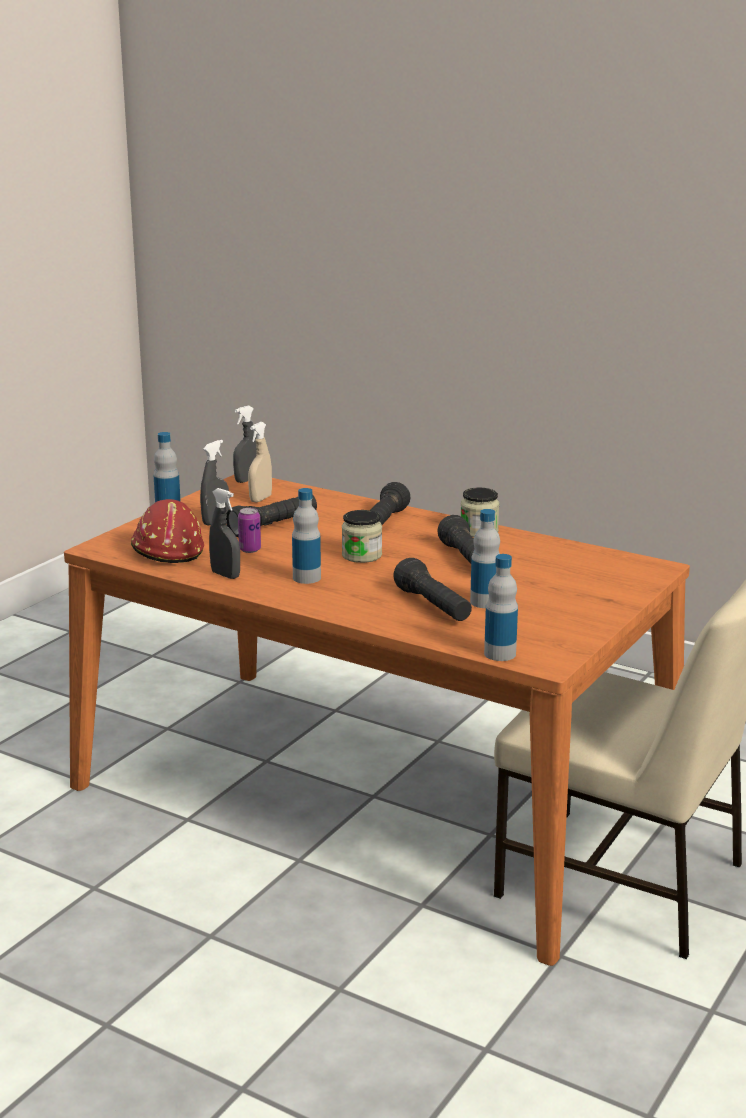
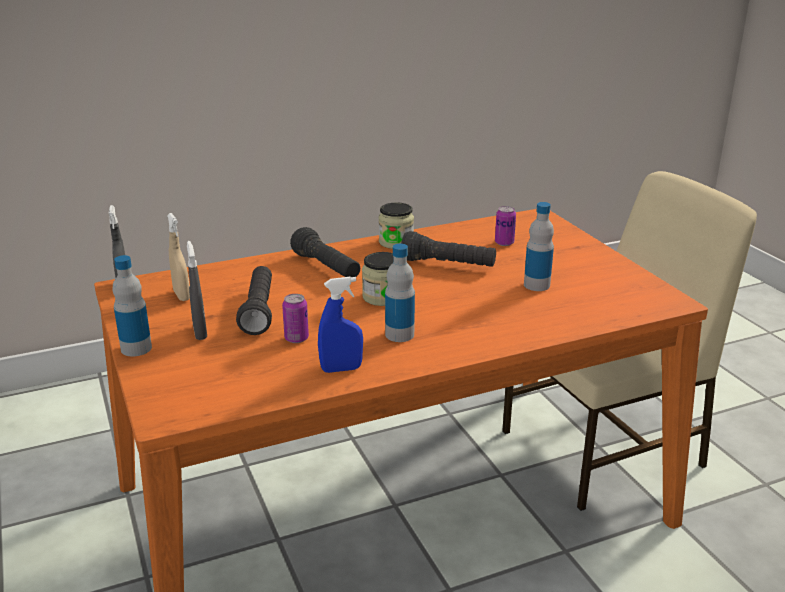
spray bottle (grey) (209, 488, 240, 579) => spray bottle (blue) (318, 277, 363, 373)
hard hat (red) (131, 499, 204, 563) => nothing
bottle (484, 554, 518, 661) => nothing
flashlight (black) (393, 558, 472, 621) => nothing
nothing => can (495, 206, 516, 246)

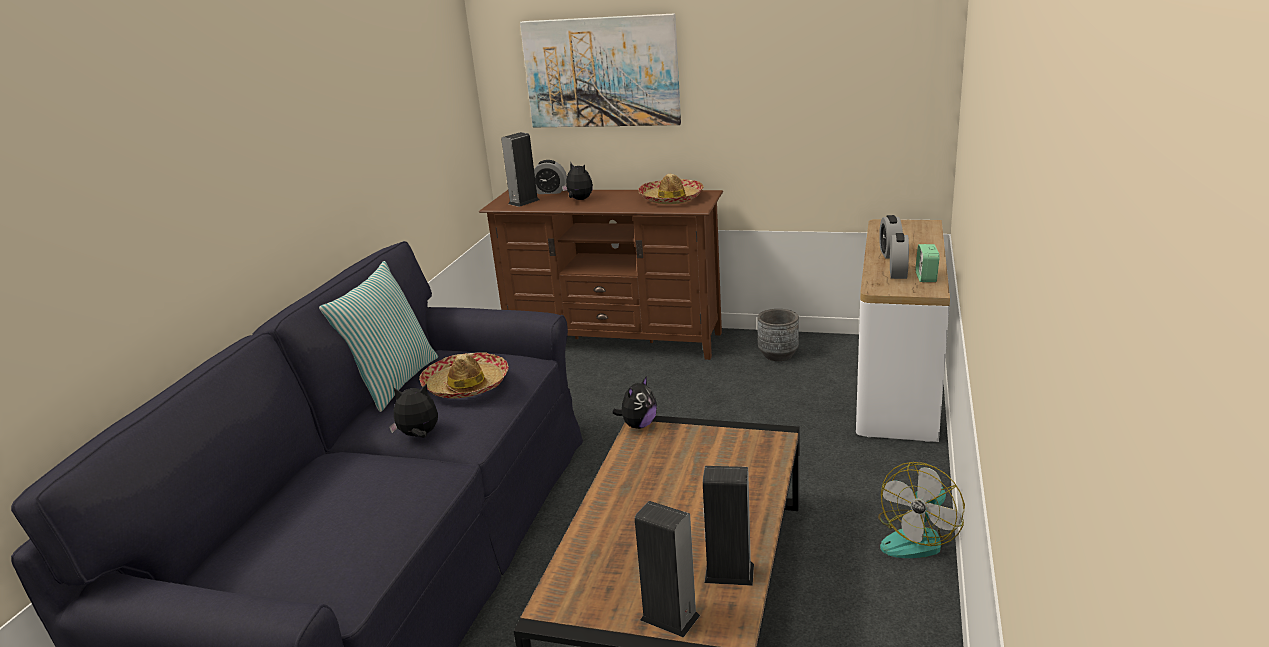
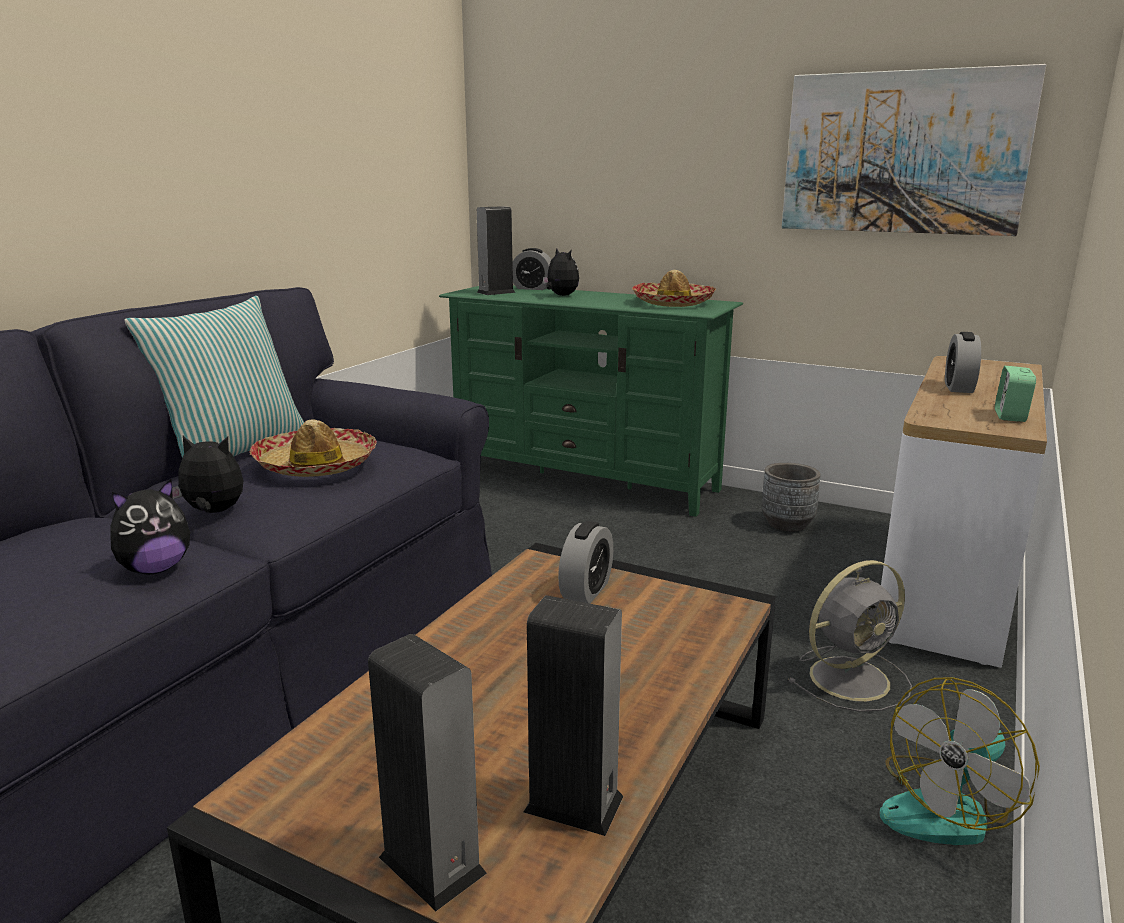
picture (520, 13, 681, 127) => picture (782, 64, 1046, 236), relocated
tv stand (brown) (479, 190, 723, 360) => tv stand (green) (439, 286, 743, 517)
alarm clock (890, 233, 909, 279) => alarm clock (558, 521, 613, 604), relocated
plush toy (612, 376, 657, 429) => plush toy (110, 479, 190, 575), relocated
nothing => fan (grey) (788, 560, 912, 712)

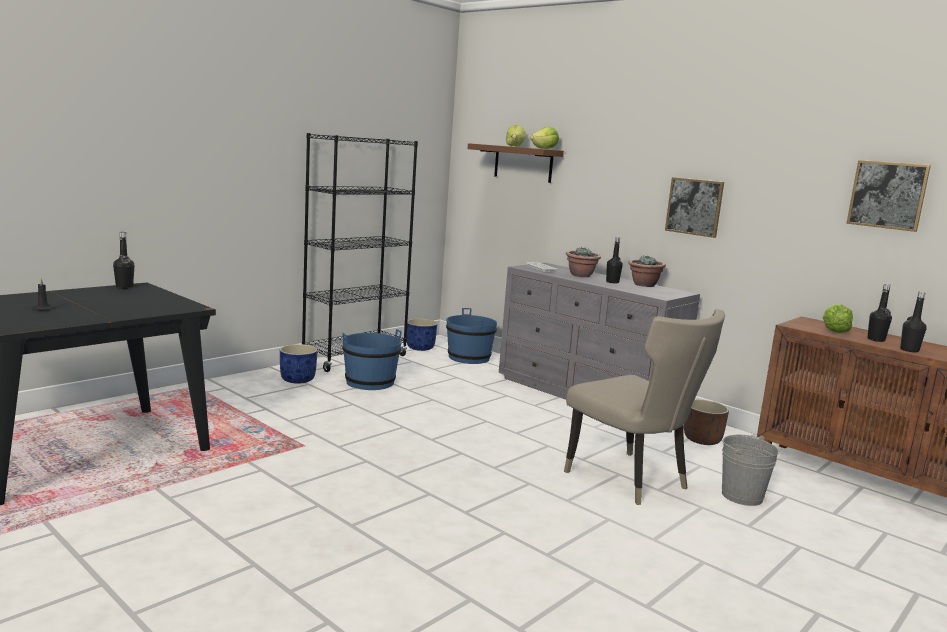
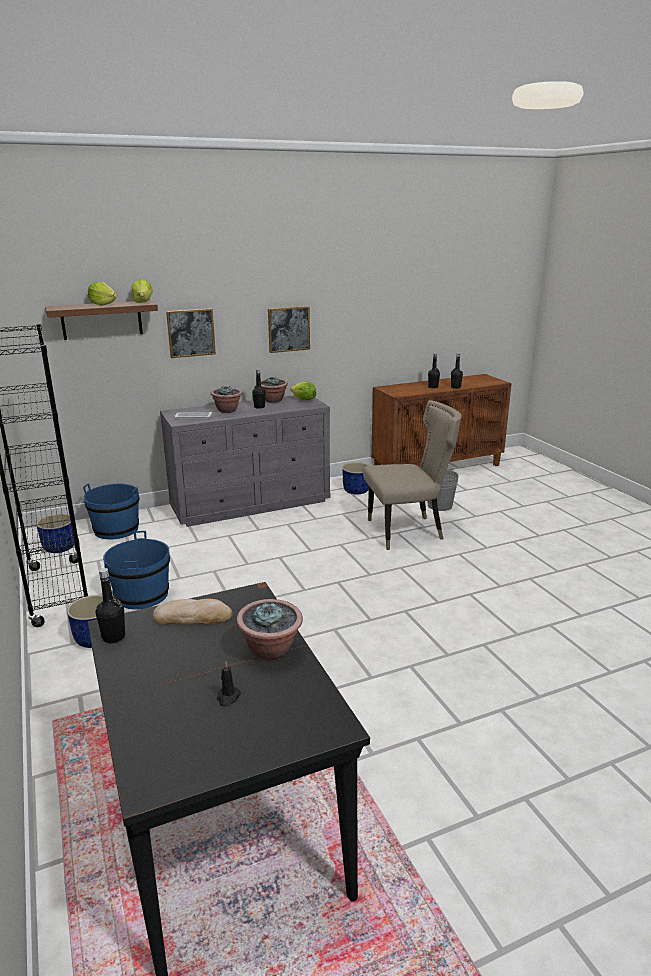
picture (847, 160, 931, 232) => picture (166, 308, 216, 358), relocated
lettuce (823, 304, 853, 333) => lettuce (290, 382, 316, 400), relocated
planter (brown) (684, 399, 729, 445) => planter (blue) (342, 462, 370, 494)
nothing => bread (153, 599, 232, 625)
nothing => potted plant (236, 599, 303, 661)

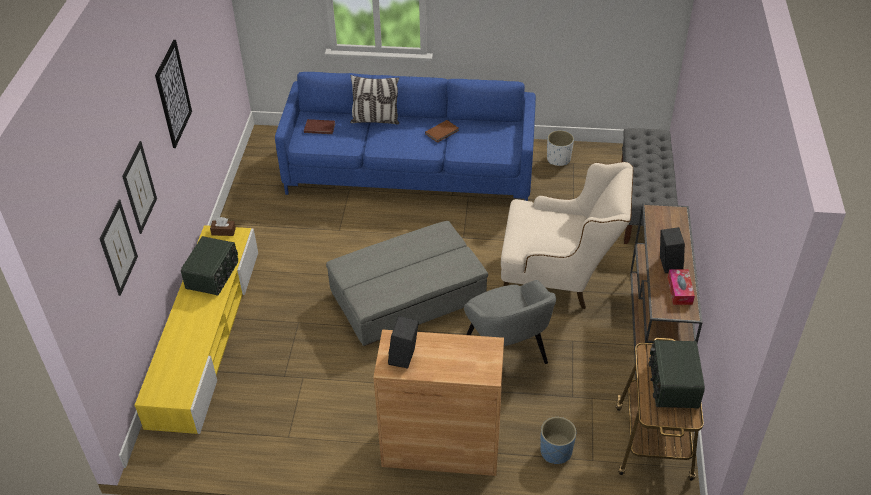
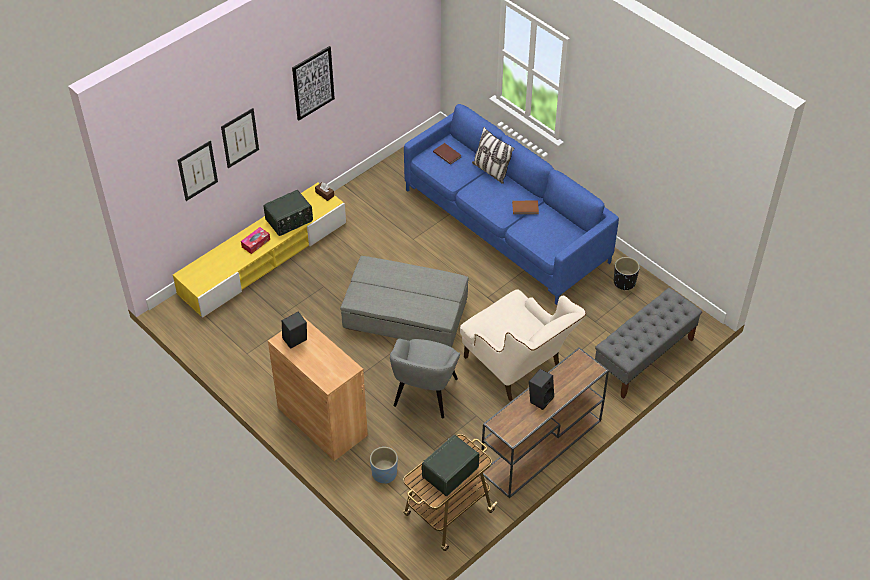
planter (white) (547, 130, 574, 166) => planter (black) (614, 257, 640, 291)
tissue box (668, 269, 695, 305) => tissue box (241, 227, 270, 254), relocated

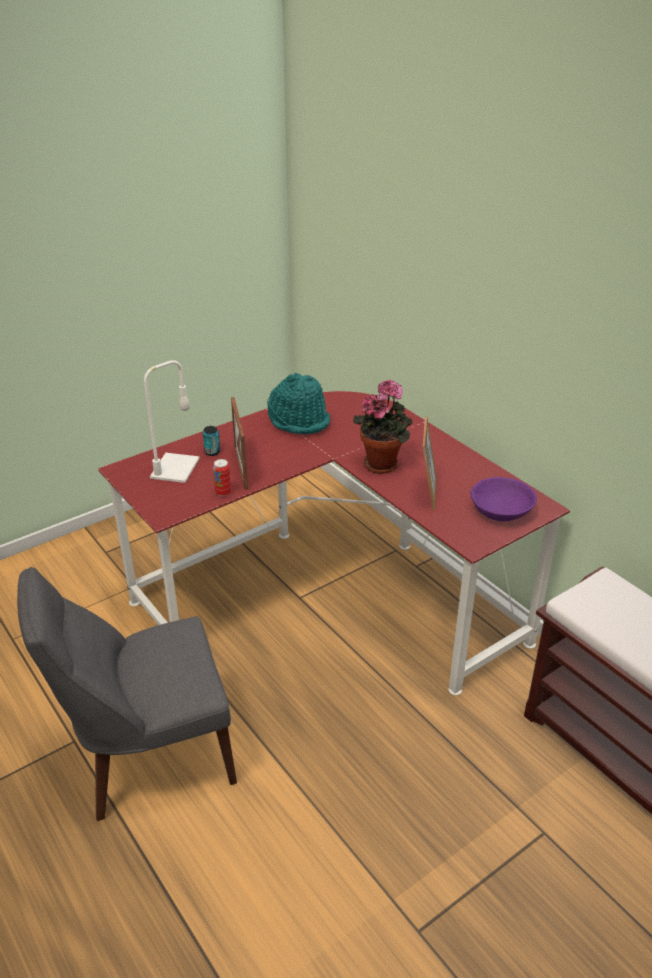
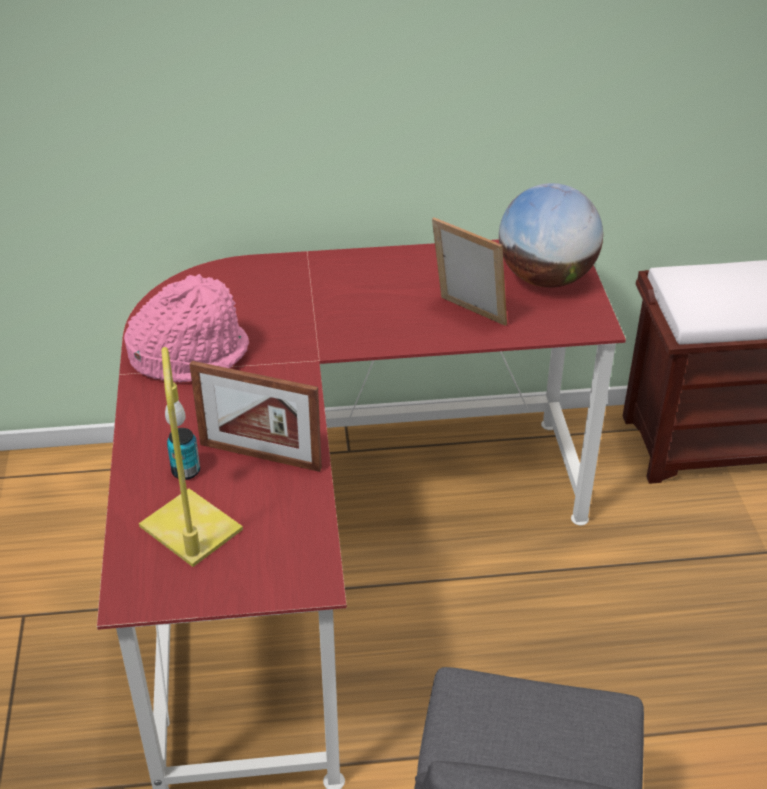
table lamp (white) (144, 360, 200, 483) => table lamp (yellow) (139, 347, 243, 567)
hat (turquoise) (267, 373, 330, 434) => hat (pink) (124, 274, 249, 382)
potted plant (353, 379, 412, 474) => nothing
can (213, 459, 231, 497) => nothing
bowl (purple) (470, 477, 537, 521) => globe (499, 183, 603, 288)

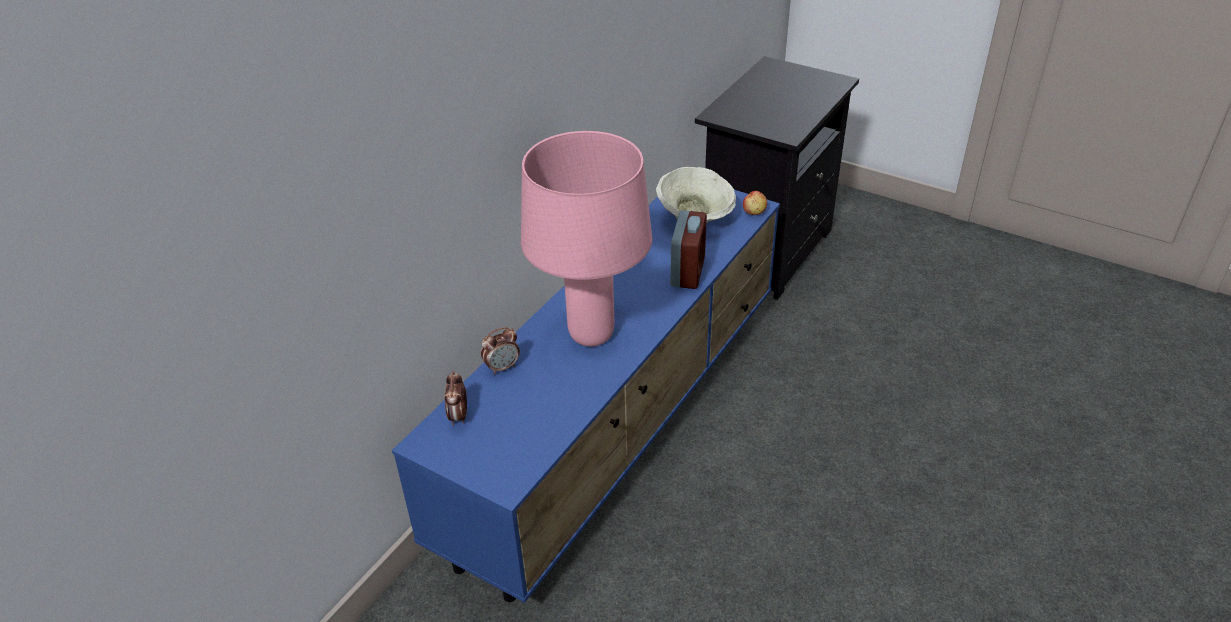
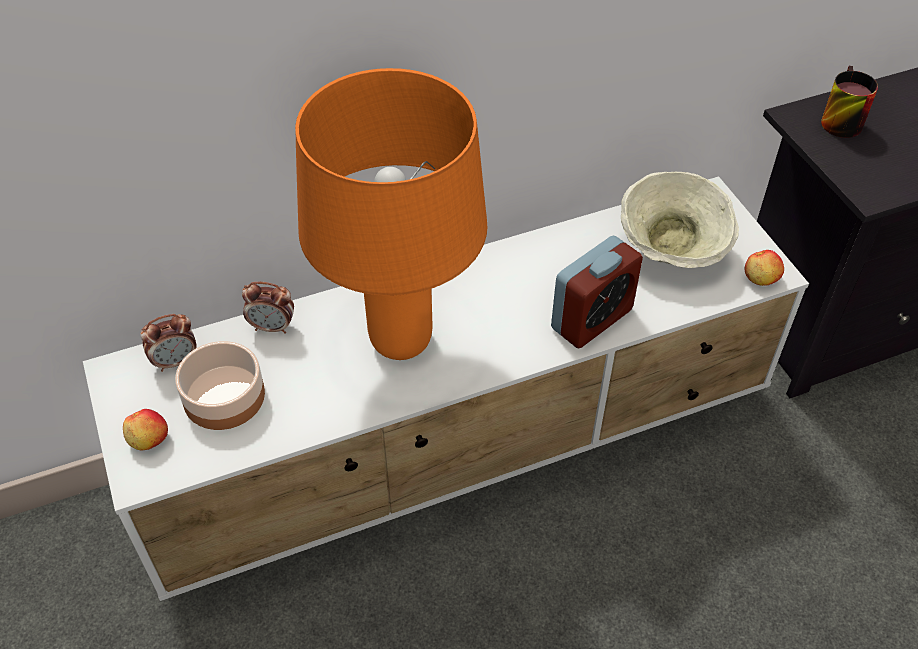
table lamp (pink) (521, 131, 652, 347) => table lamp (orange) (295, 68, 487, 360)
tv stand (blue) (392, 190, 780, 603) => tv stand (white) (83, 176, 809, 601)
alarm clock (445, 371, 467, 425) => alarm clock (140, 314, 196, 372), 150 degrees counterclockwise
nothing => mug (821, 66, 878, 138)
nothing => bowl (175, 341, 265, 430)
nothing => apple (123, 409, 168, 450)

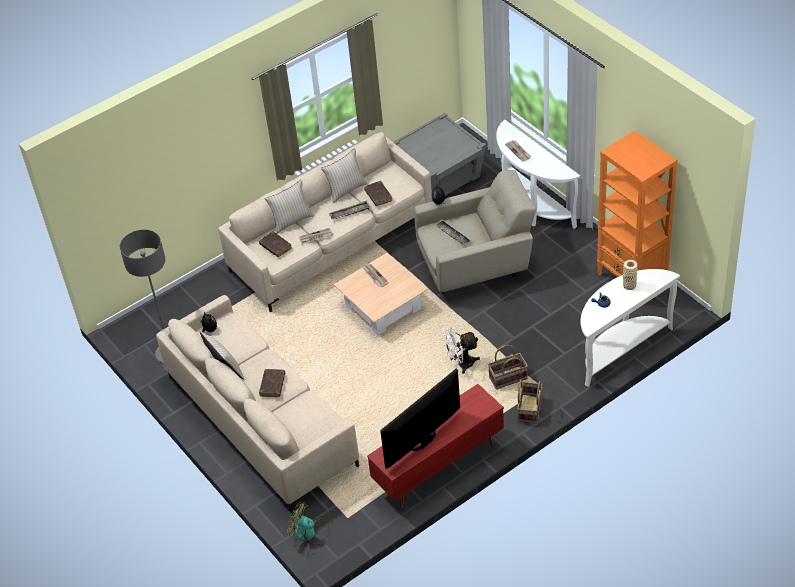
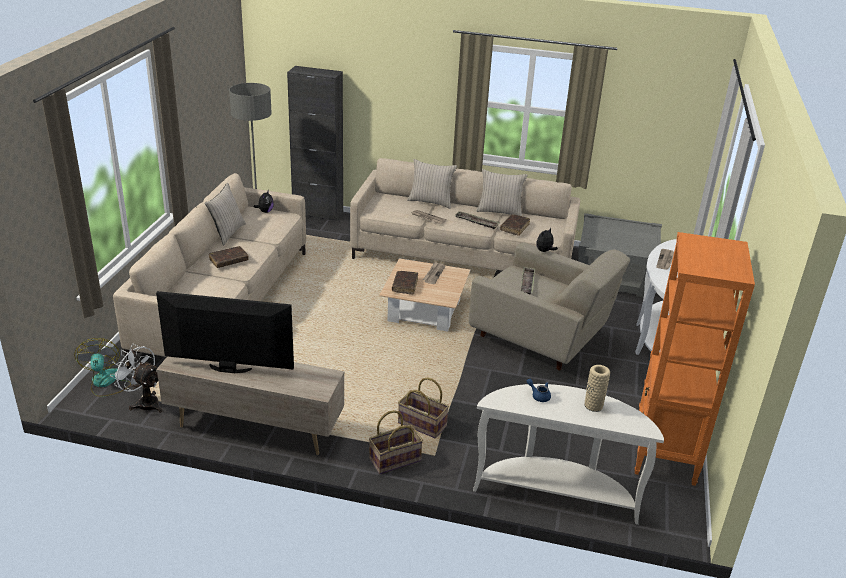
book (brown) (259, 231, 292, 257) => book (brown) (392, 271, 418, 294), relocated
fan (white) (443, 327, 480, 374) => fan (white) (110, 344, 162, 413), relocated
tv stand (red) (367, 384, 504, 508) => tv stand (beige) (156, 356, 344, 455)
nothing => cabinet (black) (287, 66, 343, 221)

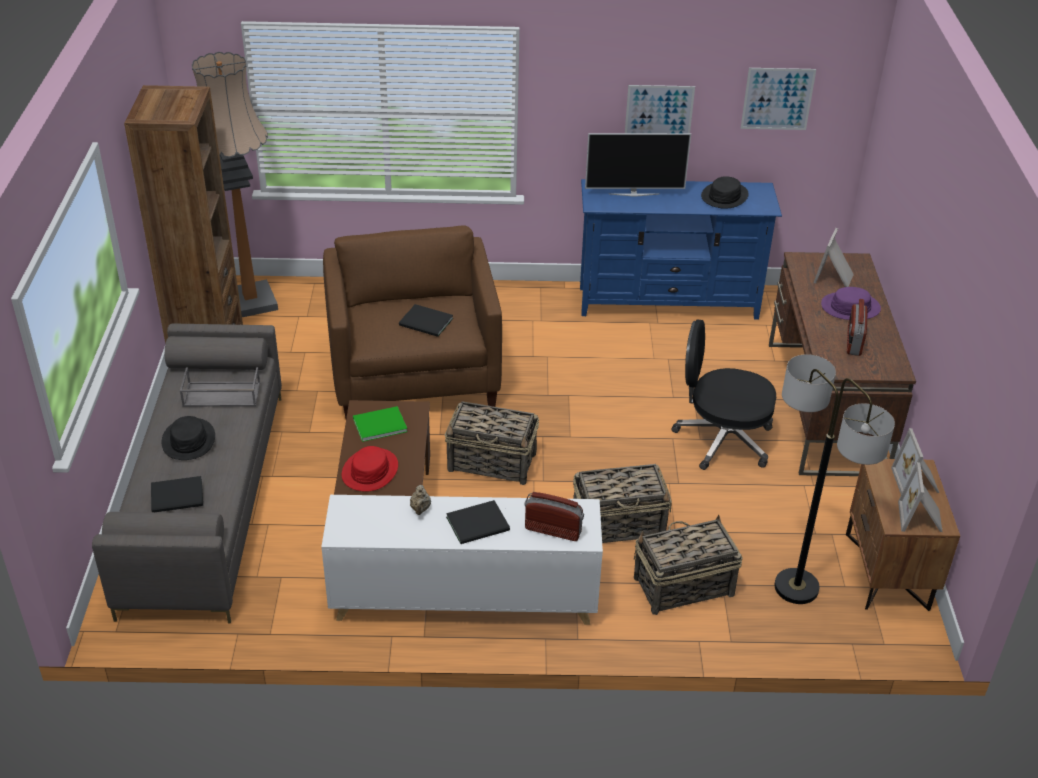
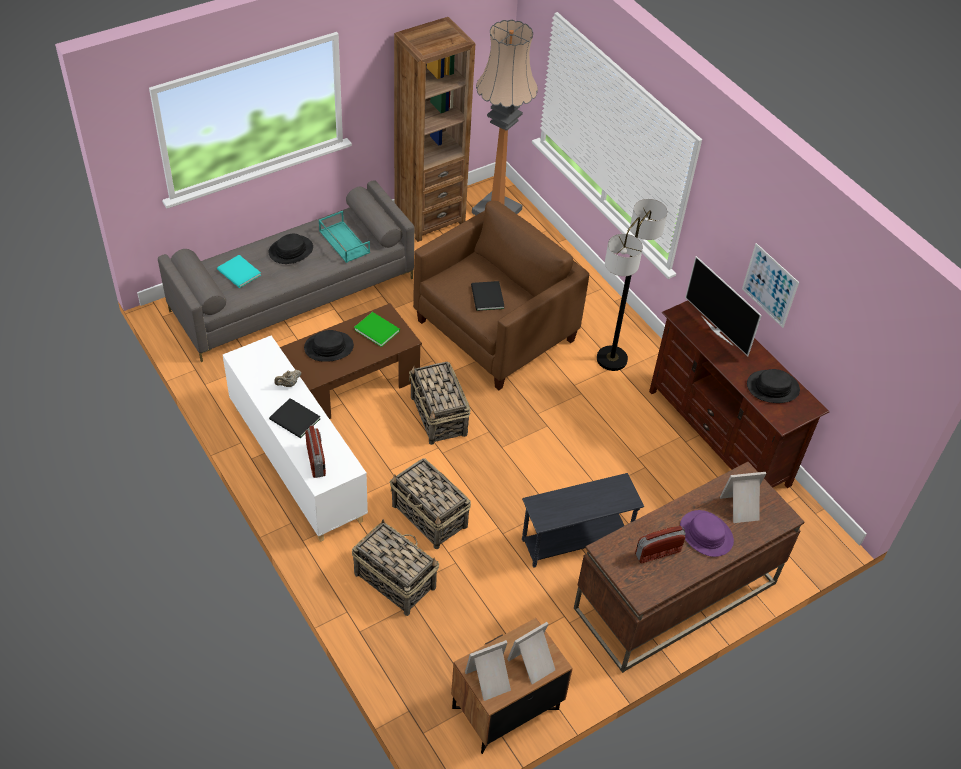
picture (741, 68, 816, 130) => nothing
tv stand (blue) (580, 179, 782, 320) => tv stand (brown) (649, 301, 829, 488)
office chair (black) (671, 320, 776, 470) => side table (grey) (522, 473, 644, 568)
floor lamp (774, 354, 895, 604) => floor lamp (597, 199, 668, 371), relocated
tray (grey) (180, 367, 260, 407) => tray (turquoise) (319, 211, 370, 263)
hat (red) (342, 446, 398, 492) => hat (black) (304, 330, 354, 362)
book (black) (151, 476, 203, 512) => book (turquoise) (217, 255, 261, 288)

